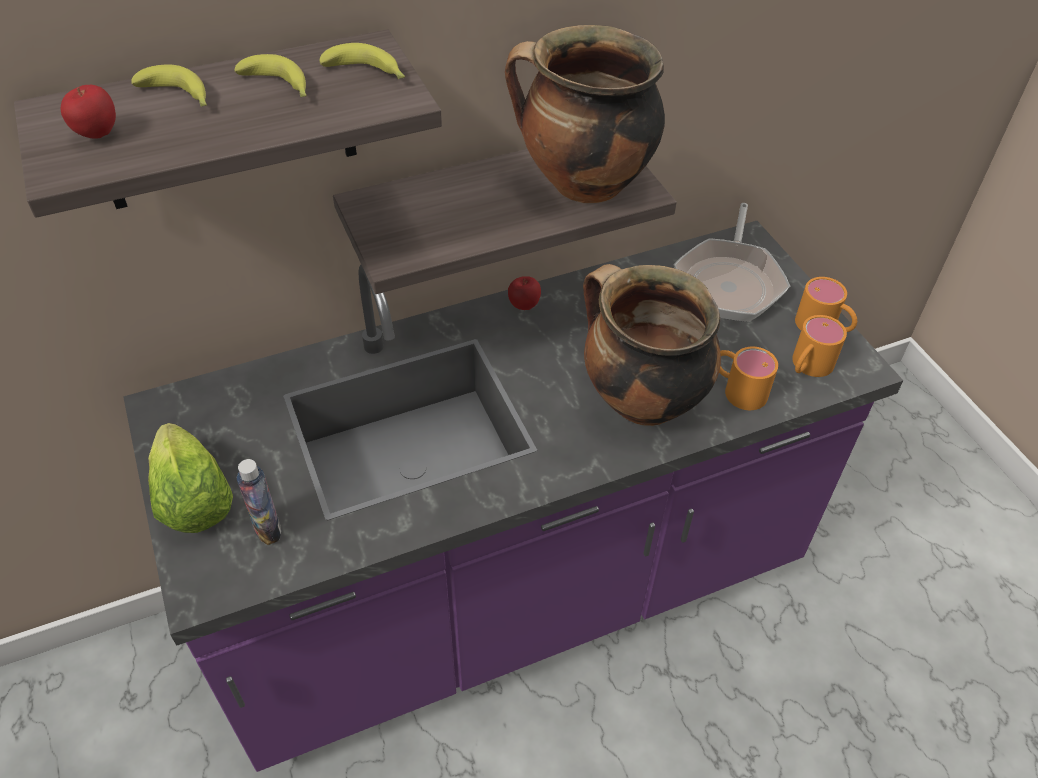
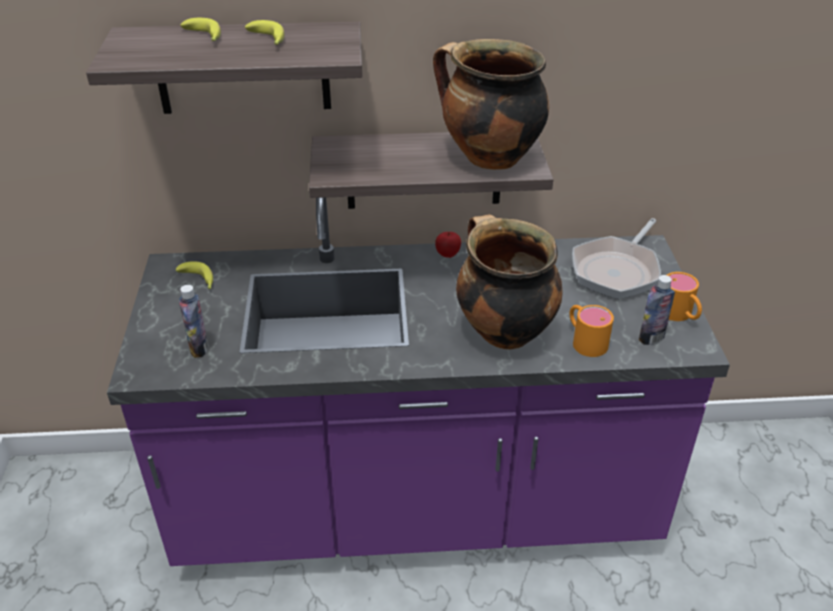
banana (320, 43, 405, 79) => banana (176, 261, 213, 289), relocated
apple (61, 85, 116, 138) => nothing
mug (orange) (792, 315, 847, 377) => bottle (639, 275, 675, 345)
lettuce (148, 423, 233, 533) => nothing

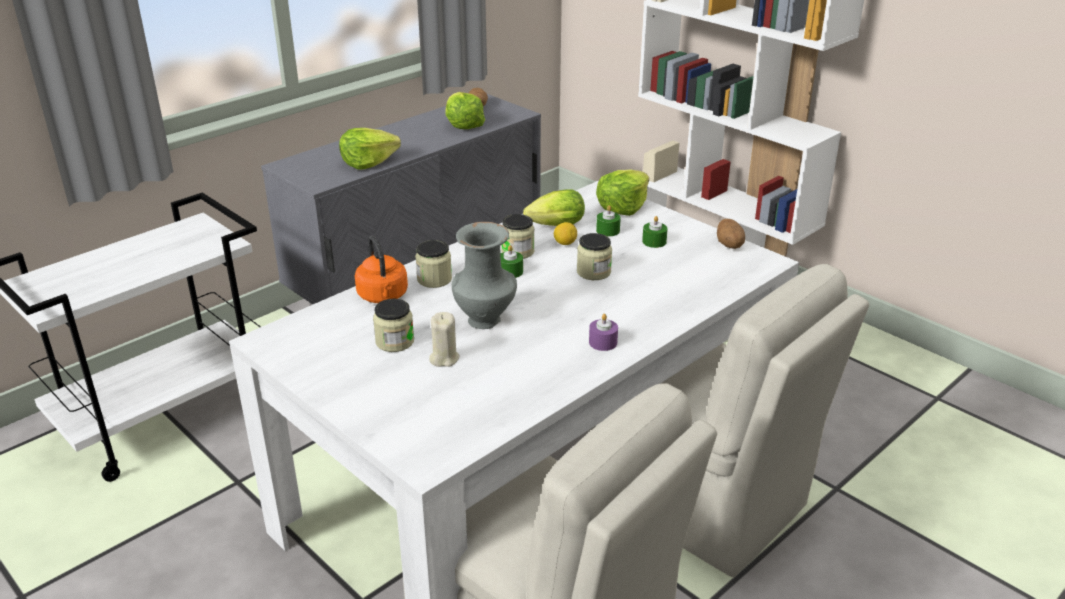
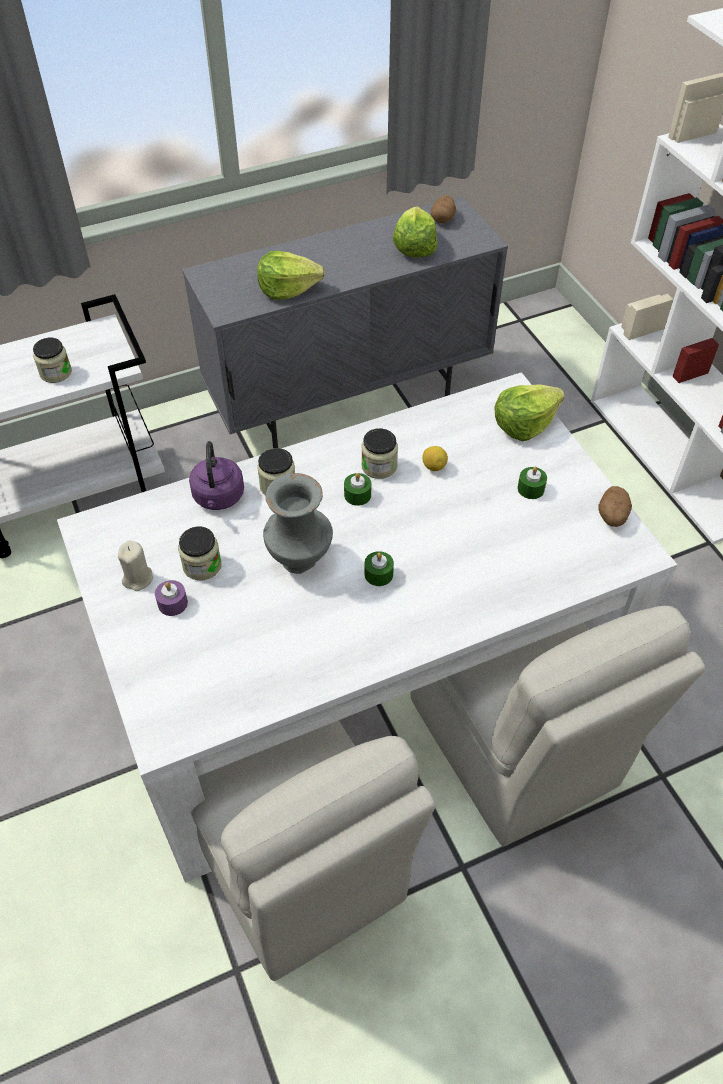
lettuce (523, 189, 585, 226) => nothing
candle (green) (596, 205, 621, 236) => candle (green) (364, 551, 394, 586), relocated
jar (577, 233, 612, 280) => jar (33, 338, 72, 383), relocated
kettle (orange) (355, 236, 408, 303) => kettle (purple) (189, 441, 244, 510)
candle (beige) (429, 312, 460, 367) => candle (beige) (118, 540, 153, 591), relocated
candle (purple) (589, 314, 618, 351) => candle (purple) (155, 580, 188, 616), relocated

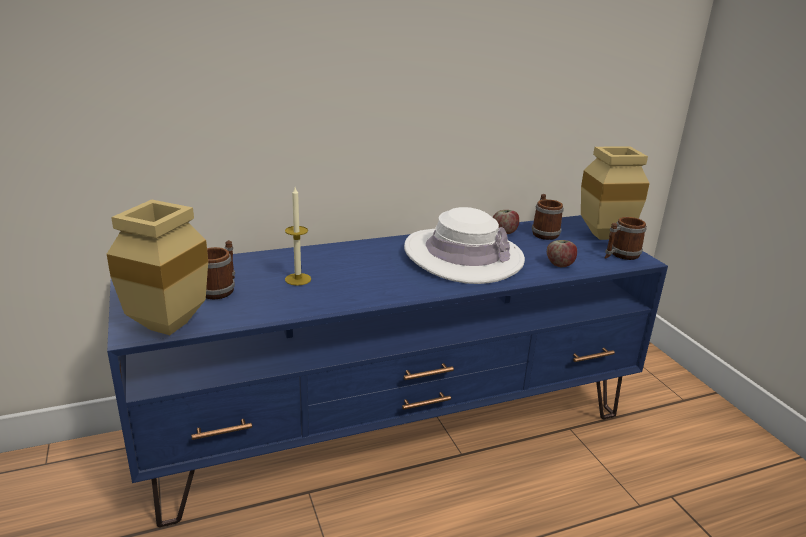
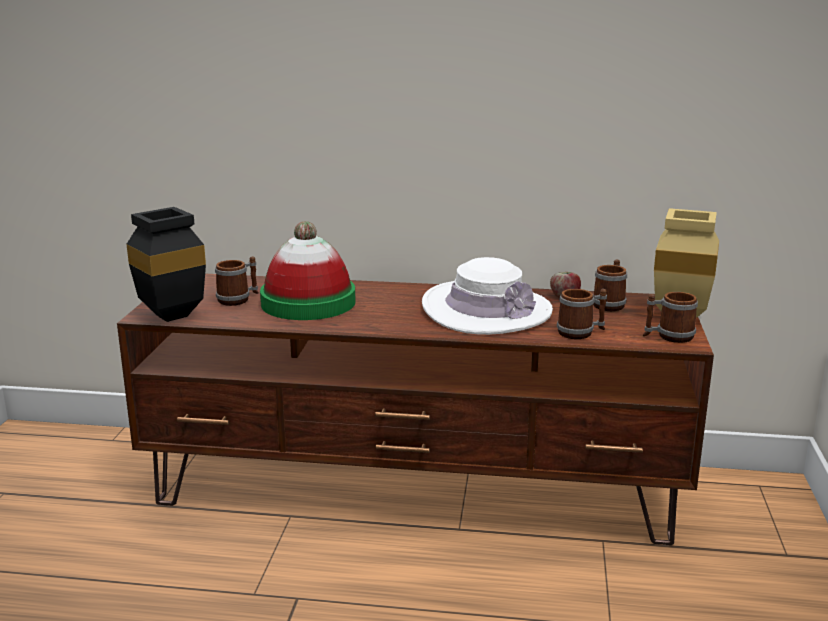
candle (285, 187, 311, 286) => hat (260, 221, 355, 320)
vase (beige) (107, 199, 208, 335) => vase (black) (127, 207, 206, 322)
tv stand (blue) (107, 215, 668, 527) => tv stand (brown) (117, 274, 714, 545)
apple (547, 240, 577, 267) => mug (557, 289, 607, 339)

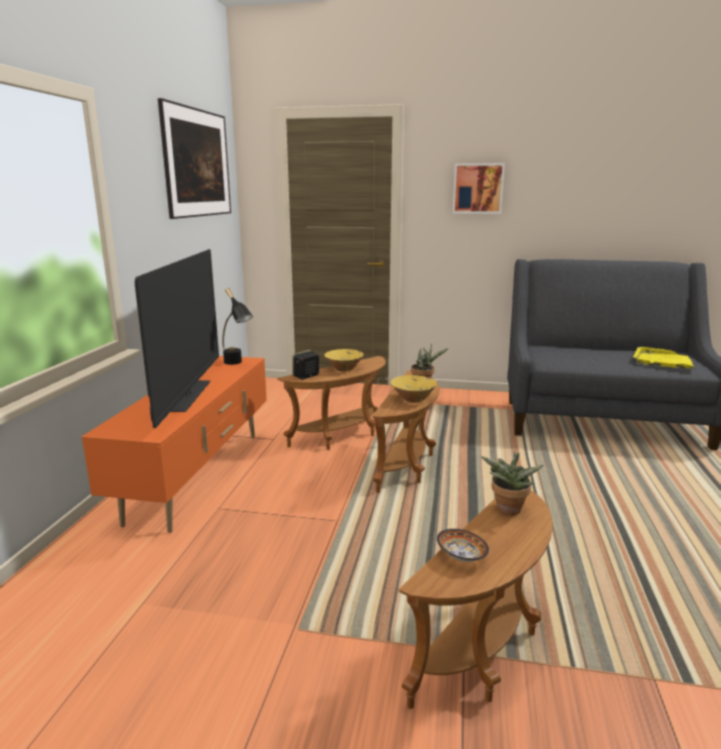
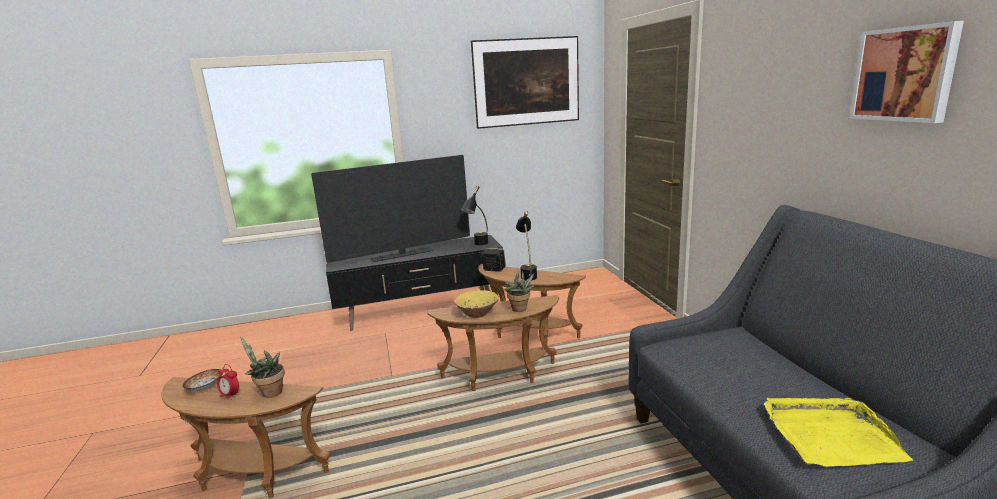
picture (453, 163, 505, 214) => picture (850, 21, 964, 123), relocated
bowl (yellow) (324, 349, 364, 371) => table lamp (black) (516, 211, 537, 281)
tv stand (orange) (82, 356, 267, 533) => tv stand (black) (326, 235, 503, 331)
nothing => alarm clock (217, 364, 239, 400)

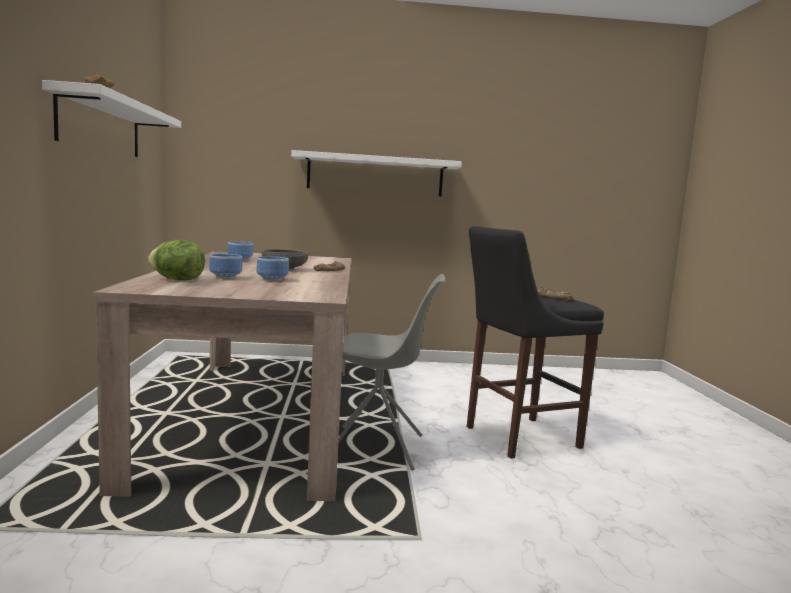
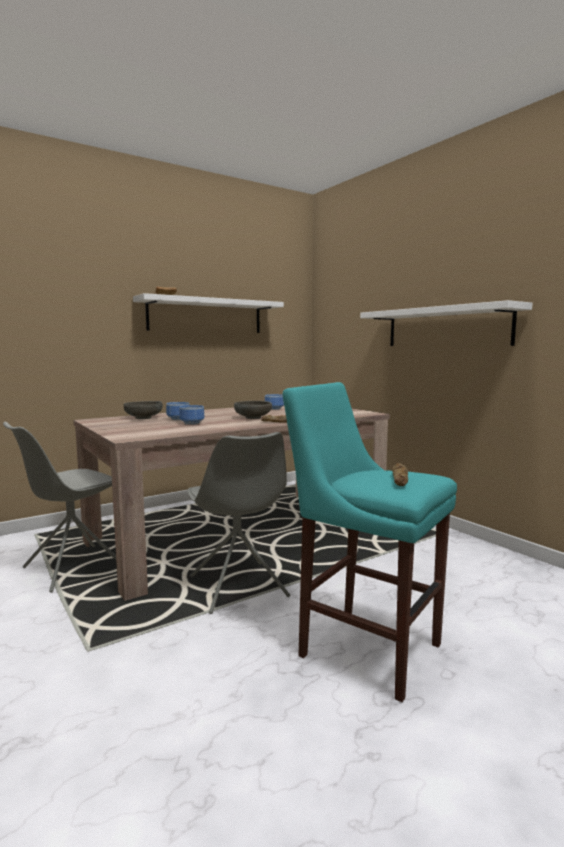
stool (black) (467, 226, 604, 459) => stool (turquoise) (283, 382, 457, 702)
lettuce (148, 240, 205, 281) => bowl (grey) (124, 401, 163, 419)
nothing => chair (grey) (3, 422, 116, 593)

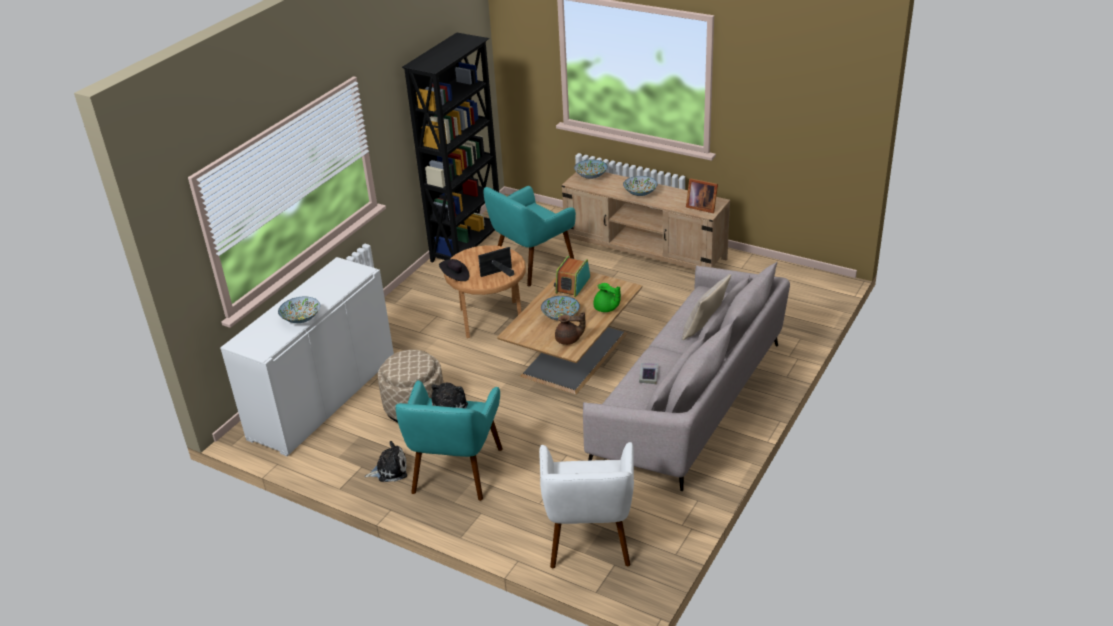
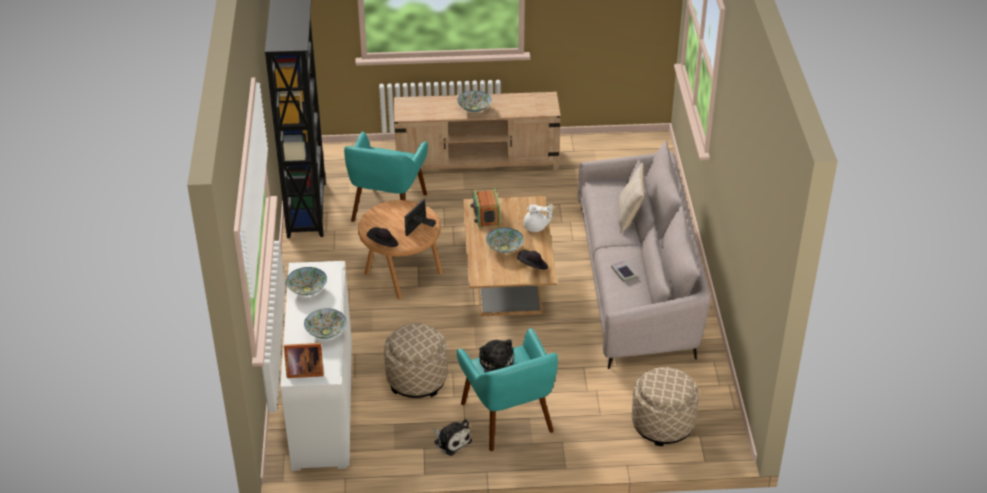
bowl (574, 159, 608, 179) => bowl (286, 267, 327, 296), relocated
picture frame (686, 178, 718, 213) => picture frame (284, 343, 324, 378), relocated
teapot (green) (594, 283, 621, 312) => teapot (white) (523, 204, 552, 232)
teapot (brown) (555, 312, 585, 345) => hat (black) (517, 250, 548, 269)
plush toy (365, 441, 407, 482) => plush toy (432, 419, 472, 456), 90 degrees clockwise
armchair (white) (539, 442, 634, 568) => ottoman (beige) (632, 367, 699, 446)

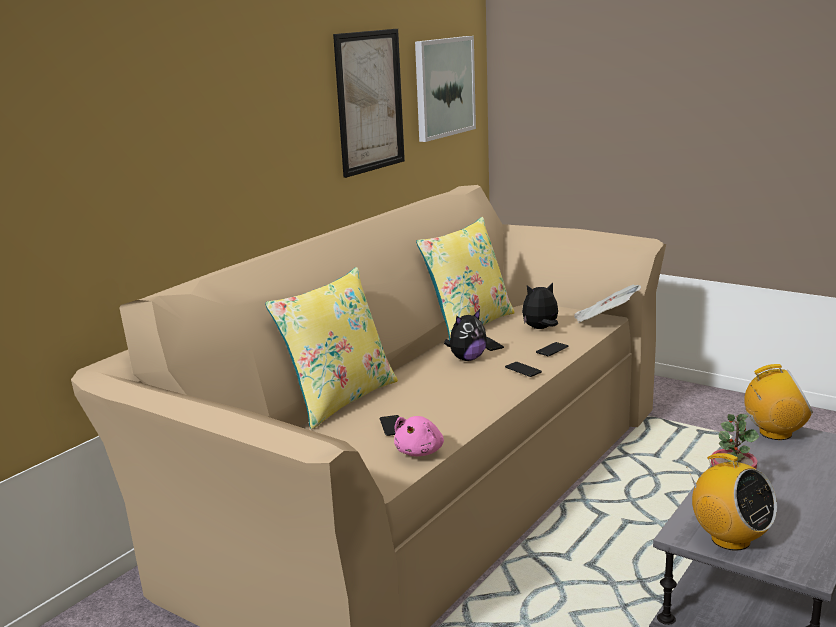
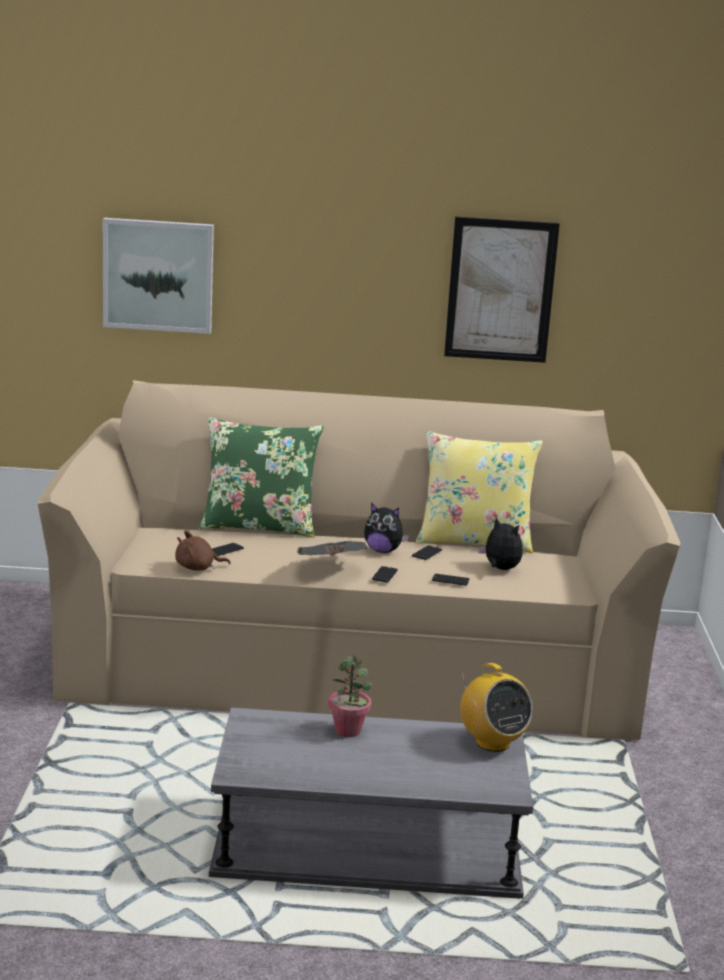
picture (415, 36, 476, 142) => picture (103, 218, 214, 334), relocated
pillow (yellow) (265, 267, 398, 429) => pillow (green) (199, 417, 324, 538)
newspaper (574, 284, 641, 323) => newspaper (297, 541, 367, 556), relocated
plush toy (pink) (394, 416, 444, 456) => plush toy (brown) (175, 531, 230, 571)
radio (687, 453, 777, 551) => nothing

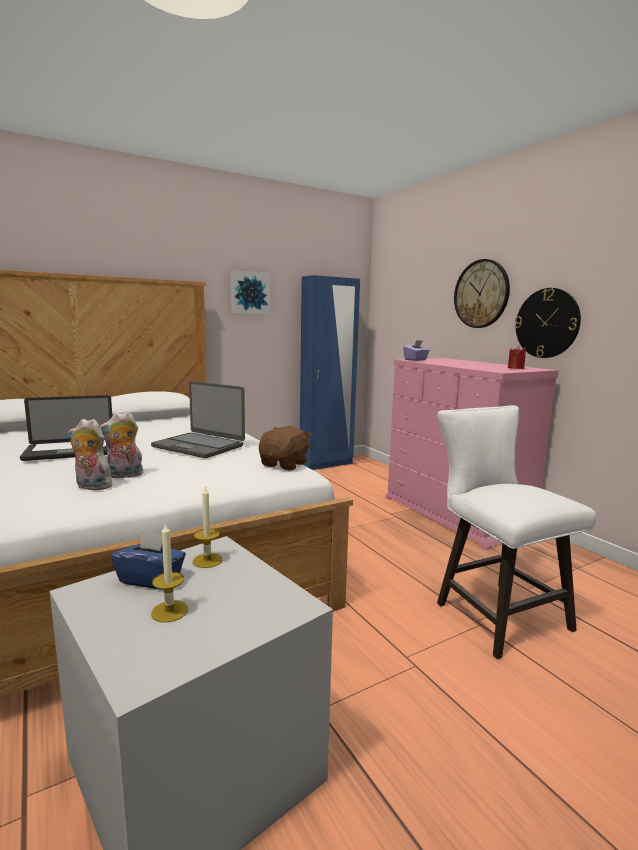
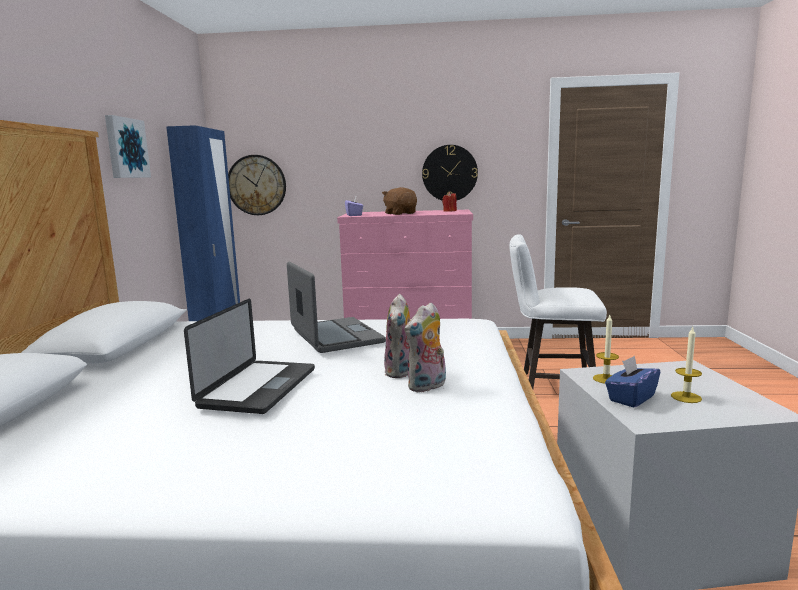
wall clock (454, 259, 510, 328) => wall clock (228, 155, 286, 215), relocated
laptop (151, 381, 245, 458) => laptop (287, 262, 386, 353), 90 degrees counterclockwise
plush toy (brown) (259, 426, 312, 470) => plush toy (brown) (382, 187, 417, 215), relocated

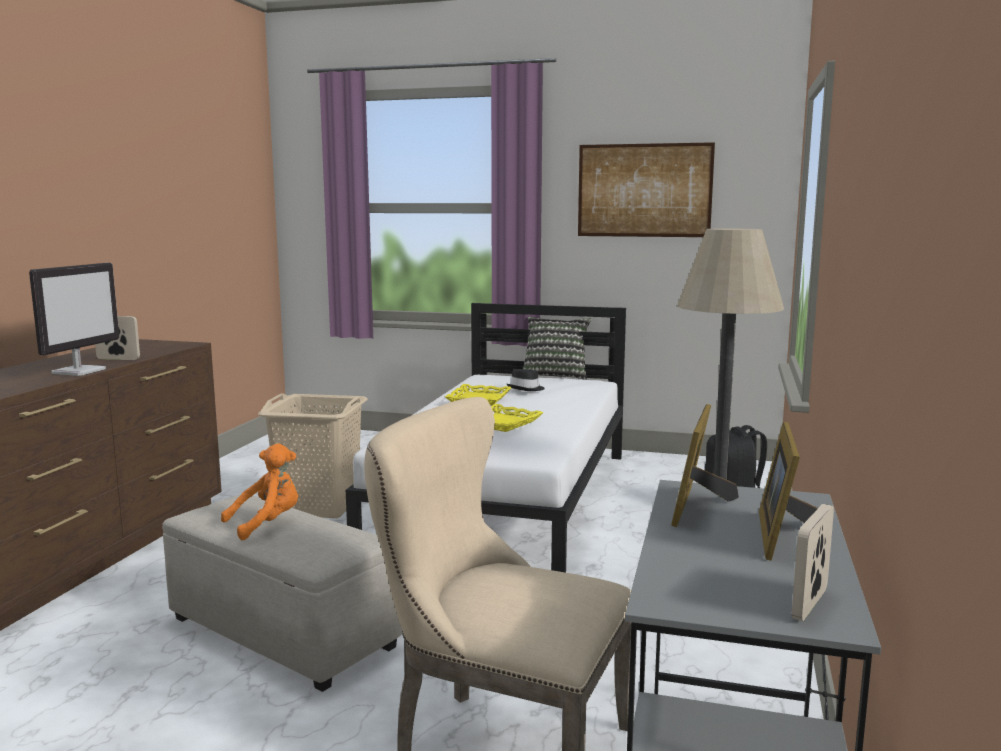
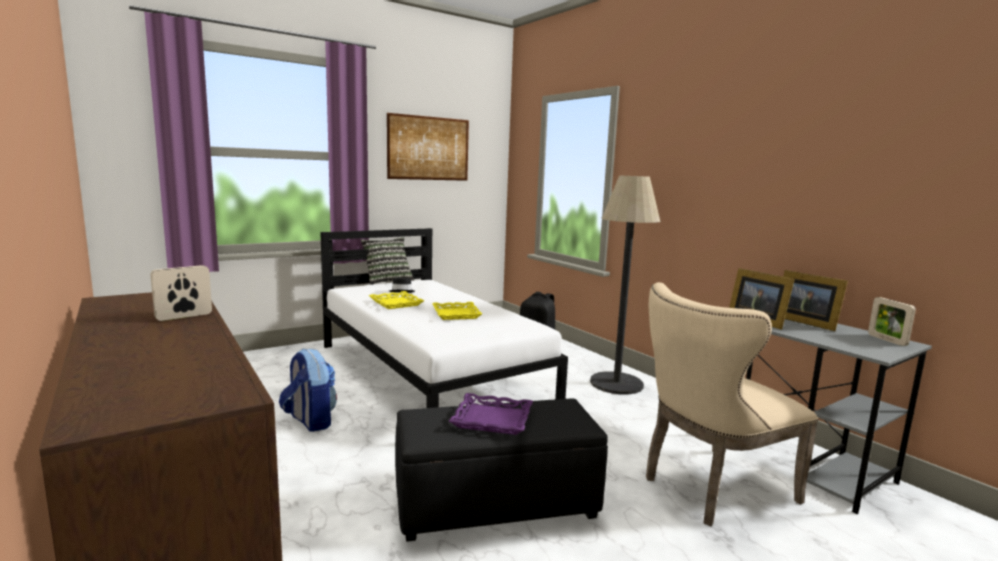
monitor (29, 263, 119, 376) => nothing
laundry basket (beige) (258, 393, 368, 518) => backpack (279, 348, 337, 432)
plush toy (orange) (221, 444, 298, 540) => tray (purple) (449, 393, 533, 435)
ottoman (beige) (162, 494, 402, 692) => ottoman (black) (395, 398, 608, 542)

